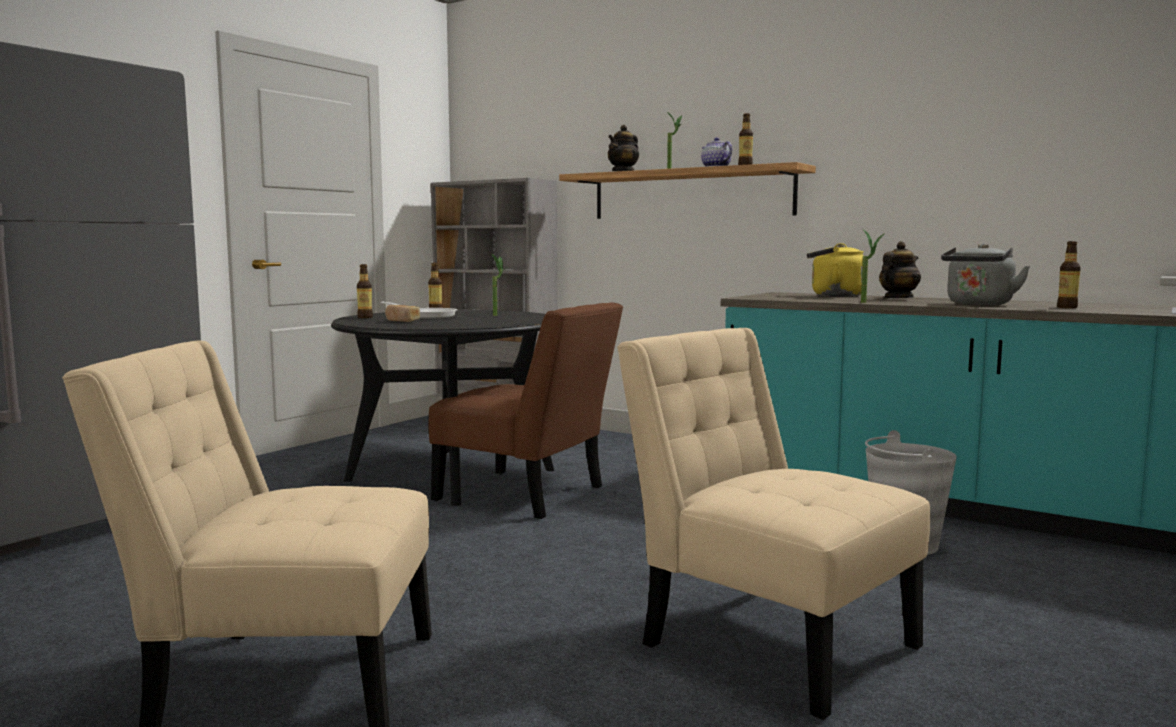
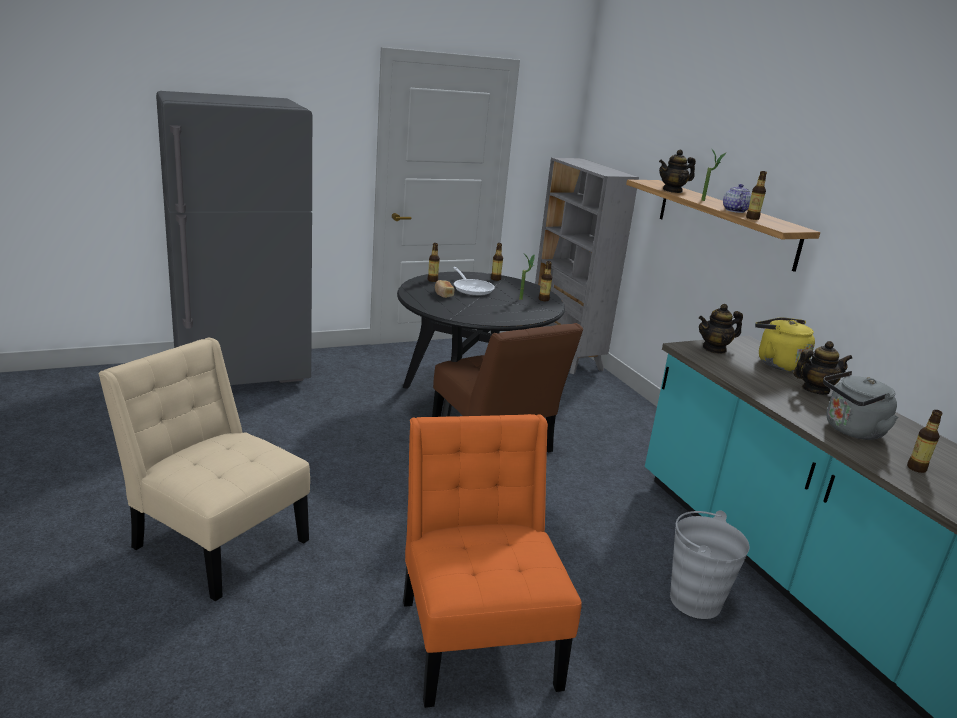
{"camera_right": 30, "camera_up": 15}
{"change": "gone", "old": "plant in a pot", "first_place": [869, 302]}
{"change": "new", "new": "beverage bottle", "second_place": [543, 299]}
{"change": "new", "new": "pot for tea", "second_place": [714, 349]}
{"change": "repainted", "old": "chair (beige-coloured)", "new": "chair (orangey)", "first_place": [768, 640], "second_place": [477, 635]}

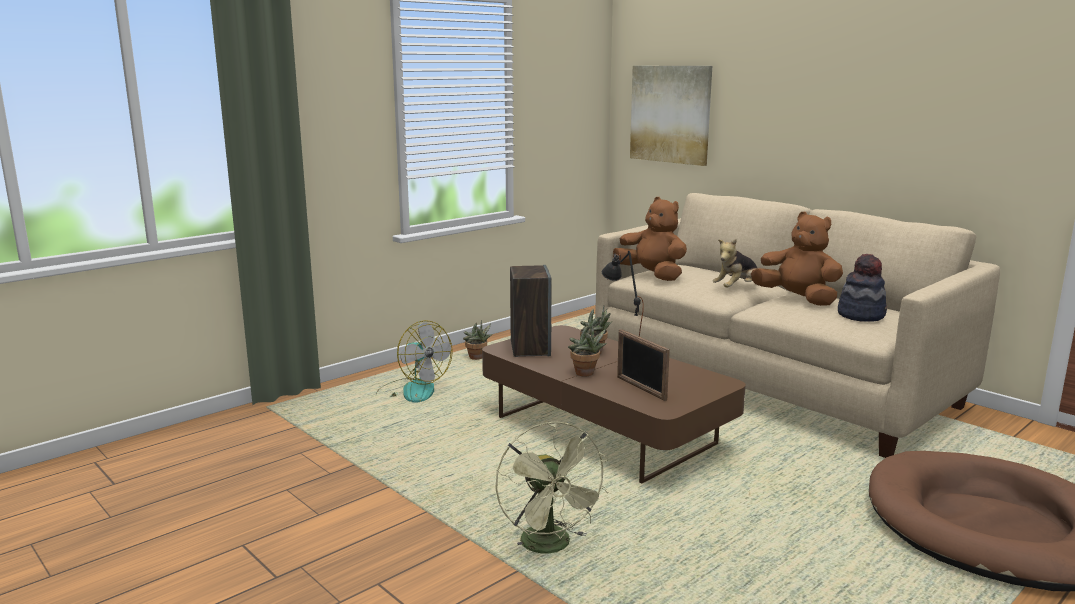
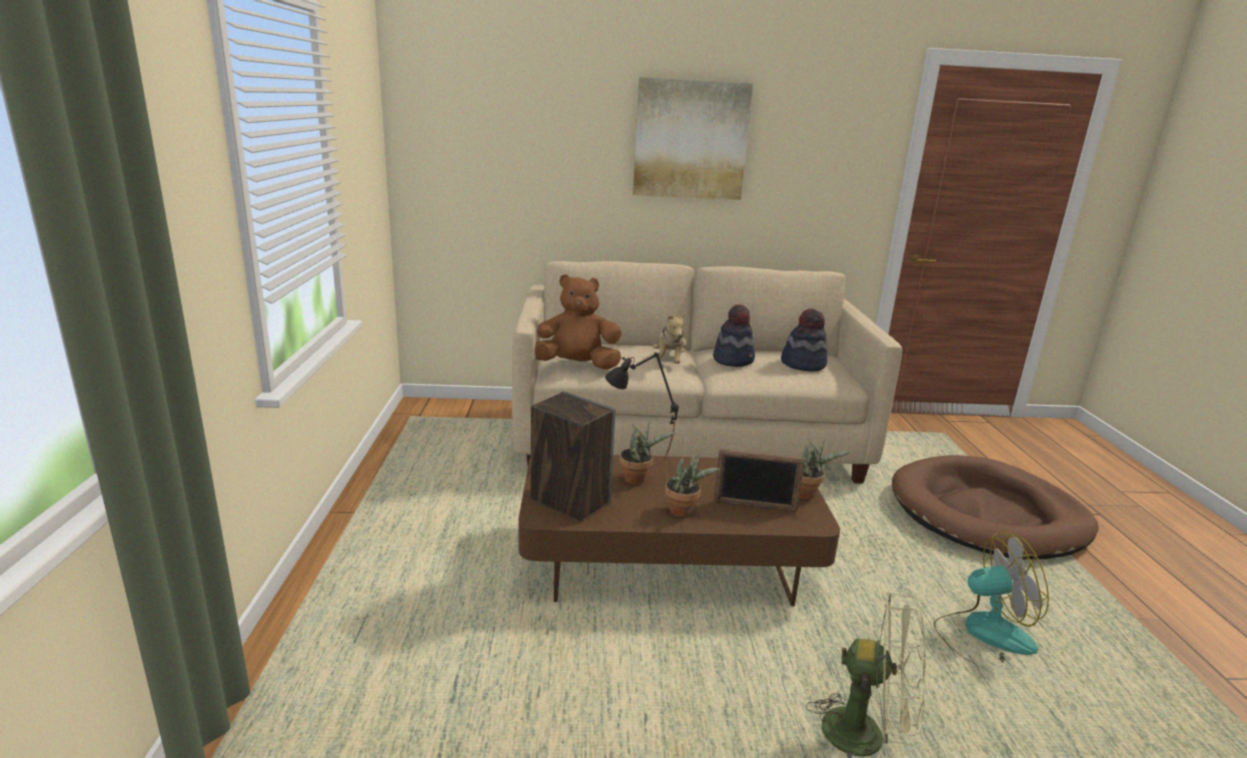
{"camera_right": -50, "camera_up": 5}
{"change": "shifted", "old": "electric fan", "first_place": [412, 390], "second_place": [983, 635]}
{"change": "shifted", "old": "plant in a pot", "first_place": [477, 358], "second_place": [807, 494]}
{"change": "shifted", "old": "wall picture", "first_place": [670, 114], "second_place": [690, 140]}
{"change": "swapped", "old": "soft toy (brown-coloured)", "new": "hat", "first_place": [797, 299], "second_place": [733, 360]}

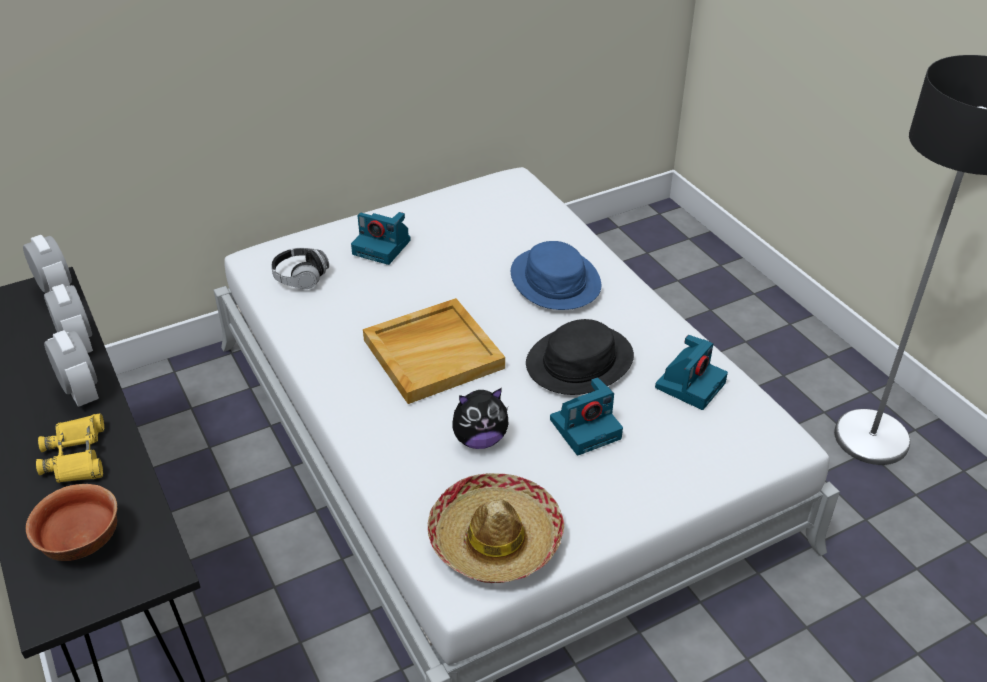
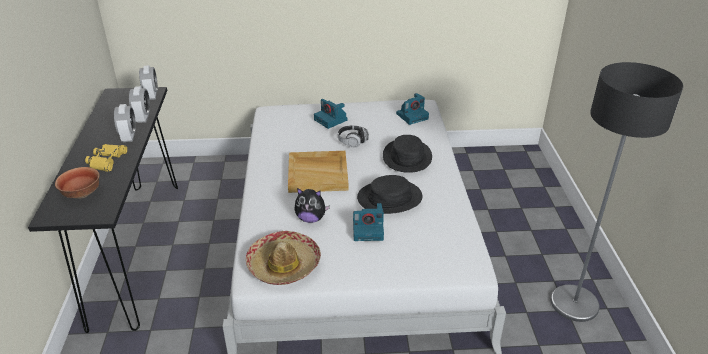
{"camera_right": 25, "camera_up": -5}
{"change": "shifted", "old": "pair of headphones", "first_place": [300, 277], "second_place": [352, 141]}
{"change": "shifted", "old": "photo camera", "first_place": [690, 384], "second_place": [412, 116]}
{"change": "repainted", "old": "hat (bluish)", "new": "hat (black)", "first_place": [555, 280], "second_place": [407, 157]}

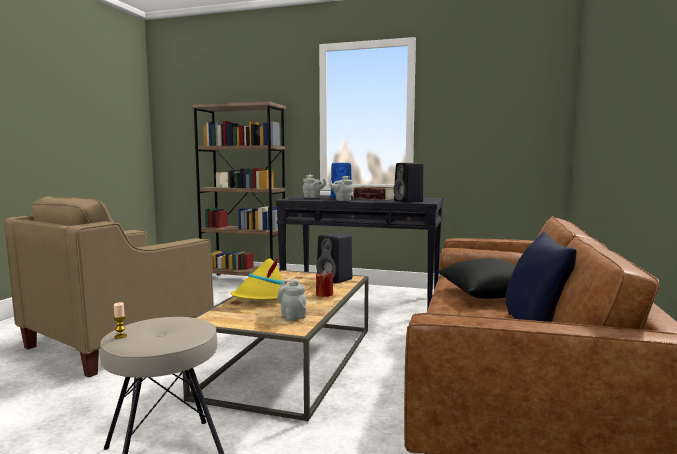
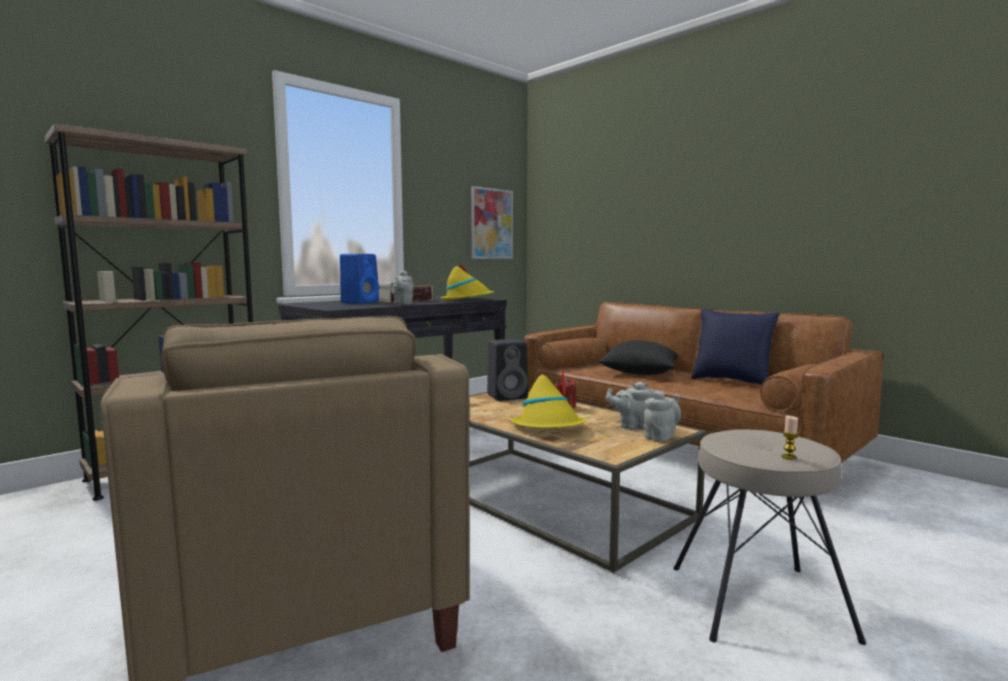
{"camera_right": -60, "camera_up": 0}
{"change": "new", "new": "wall picture", "second_place": [491, 224]}
{"change": "shifted", "old": "pot for tea (gray)", "first_place": [313, 197], "second_place": [661, 437]}
{"change": "swapped", "old": "loudspeaker (black)", "new": "hat (yellow)", "first_place": [409, 201], "second_place": [467, 299]}

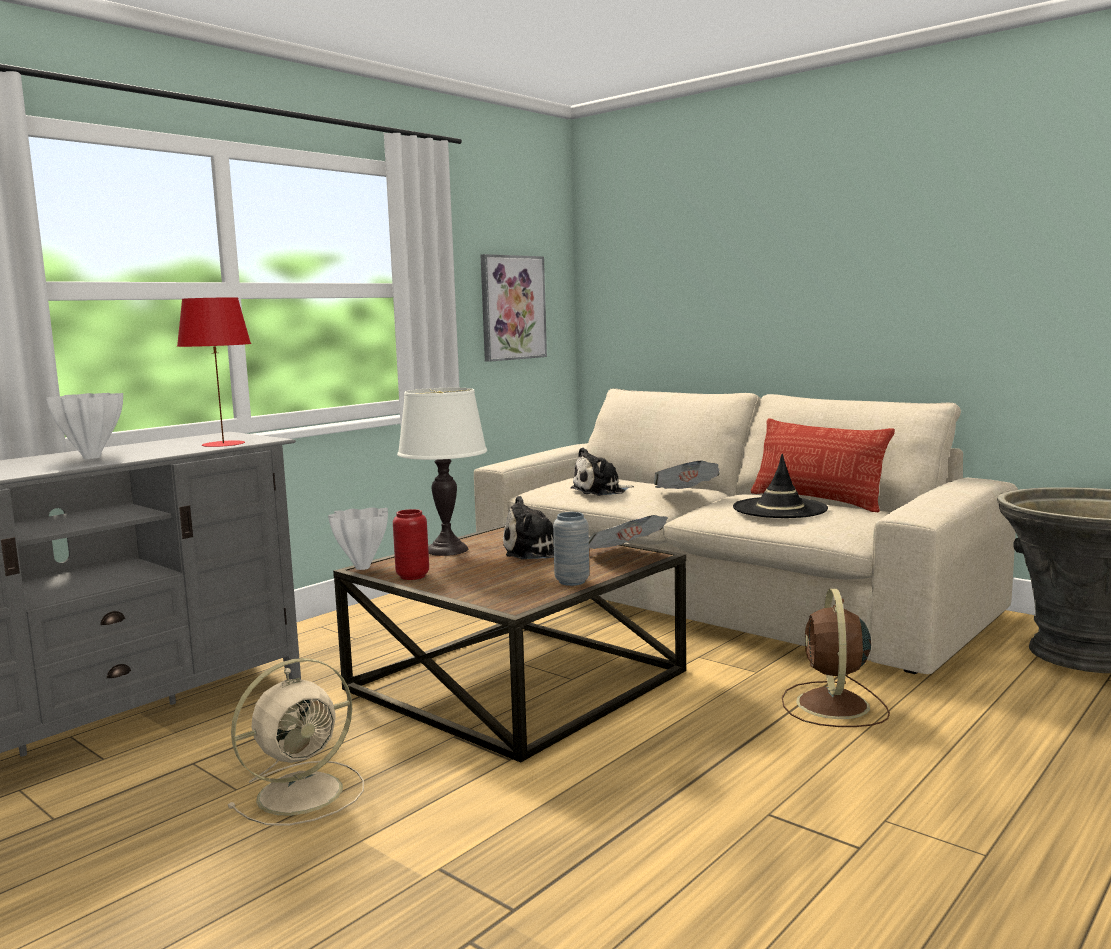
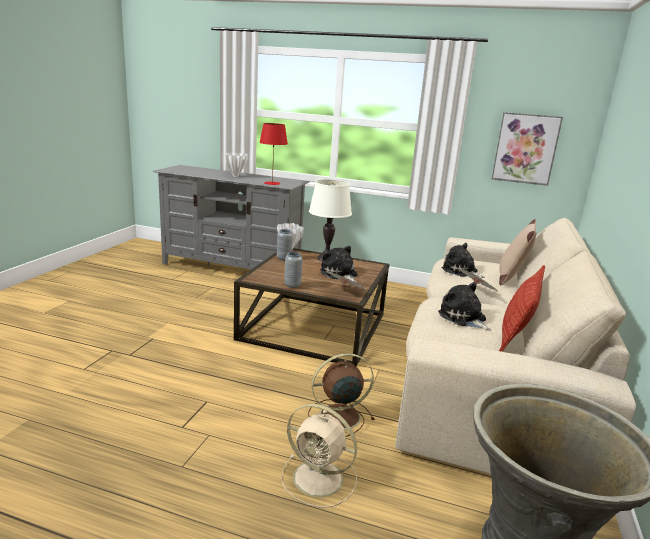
{"camera_right": 65, "camera_up": 10}
{"change": "new", "new": "throw pillow (beige-coloured)", "second_place": [511, 278]}
{"change": "shifted", "old": "electric fan (beige-coloured)", "first_place": [303, 792], "second_place": [320, 479]}
{"change": "swapped", "old": "hat (black)", "new": "soft toy", "first_place": [779, 509], "second_place": [463, 318]}
{"change": "repainted", "old": "vase (red-coloured)", "new": "vase (gray)", "first_place": [412, 576], "second_place": [284, 258]}

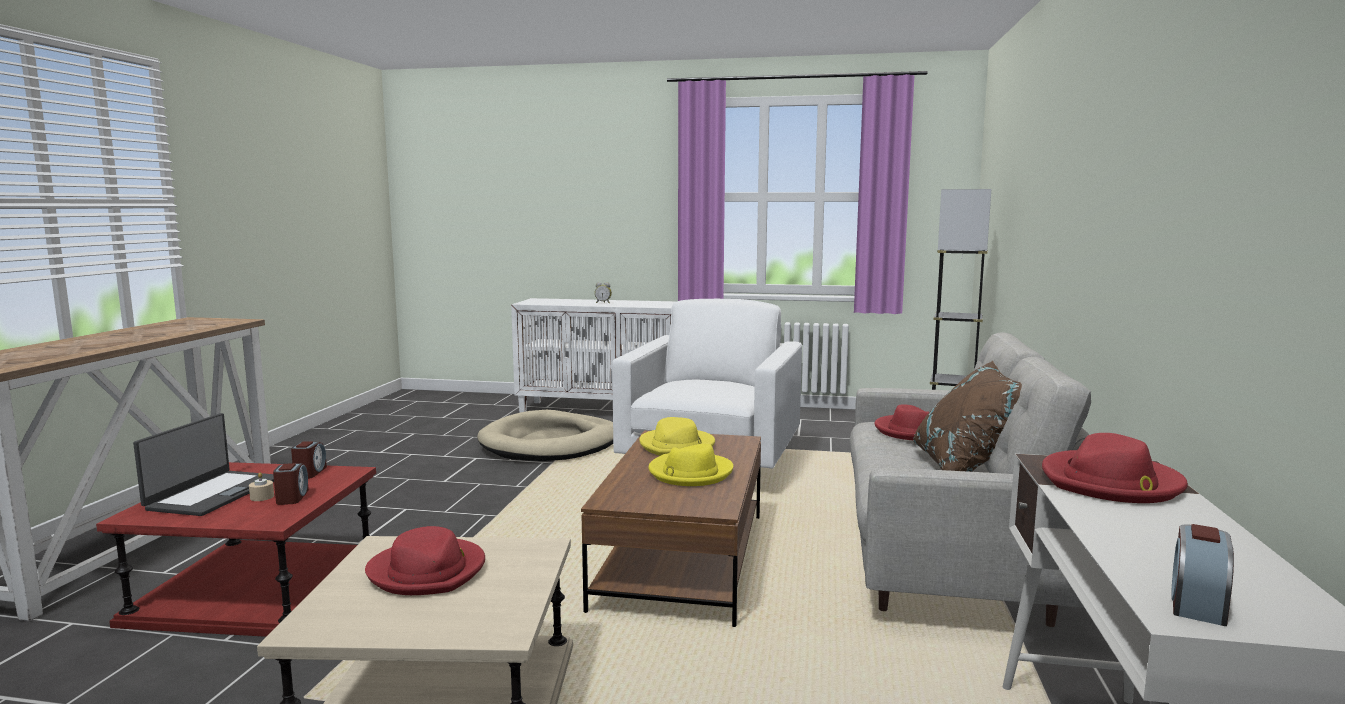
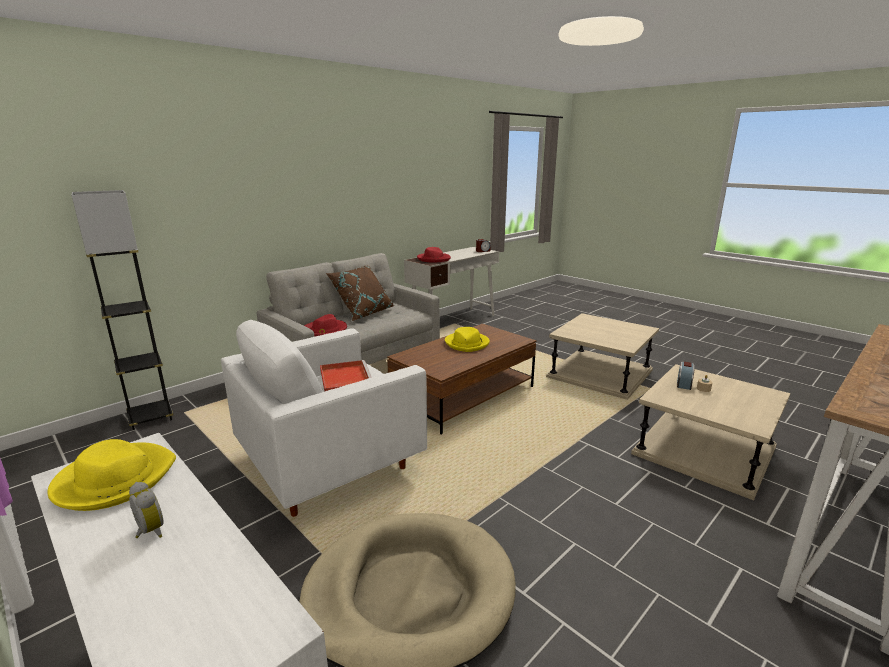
{"camera_right": -145, "camera_up": 10}
{"change": "gone", "old": "portable computer", "first_place": [213, 493]}
{"change": "gone", "old": "table clock", "first_place": [310, 473]}
{"change": "gone", "old": "hat (red-coloured)", "first_place": [428, 571]}
{"change": "new", "new": "tray (red-coloured)", "second_place": [345, 380]}
{"change": "shifted", "old": "hat (yellow)", "first_place": [677, 446], "second_place": [115, 479]}
{"change": "repainted", "old": "accent table (red-coloured)", "new": "accent table (beige-coloured)", "first_place": [258, 587], "second_place": [704, 450]}

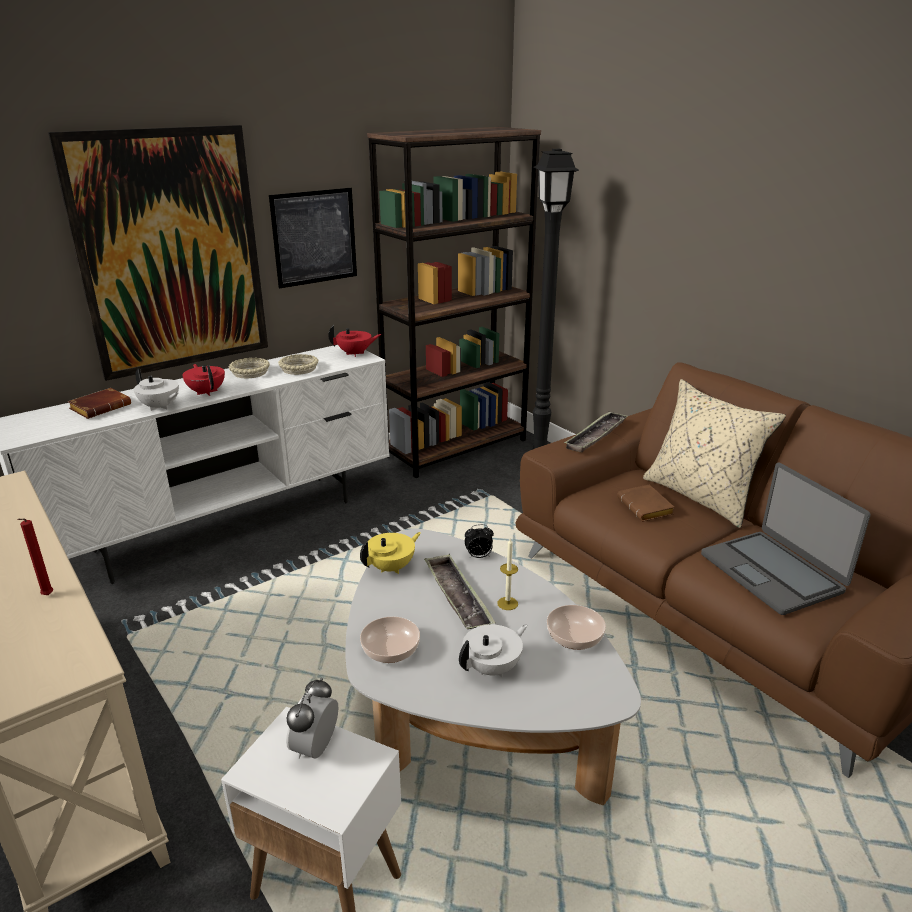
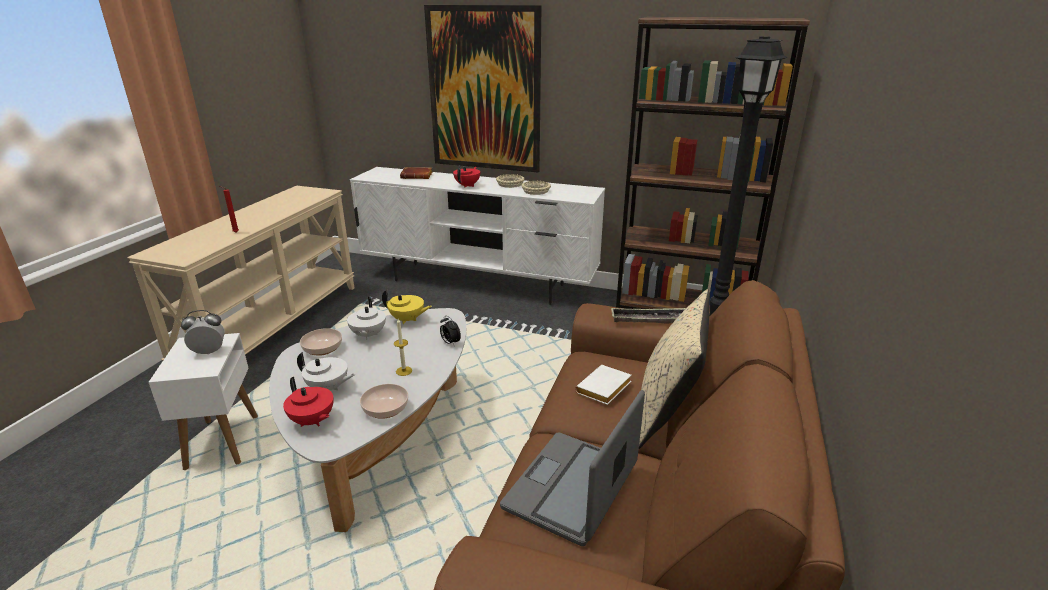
{"camera_right": 55, "camera_up": 0}
{"change": "gone", "old": "wall picture", "first_place": [314, 237]}
{"change": "gone", "old": "tray", "first_place": [457, 597]}
{"change": "shifted", "old": "pot for tea (white-coloured)", "first_place": [160, 407], "second_place": [368, 335]}
{"change": "shifted", "old": "pot for tea (red-coloured)", "first_place": [355, 354], "second_place": [312, 421]}
{"change": "repainted", "old": "bound book (brown-coloured)", "new": "bound book (white-coloured)", "first_place": [647, 508], "second_place": [604, 390]}

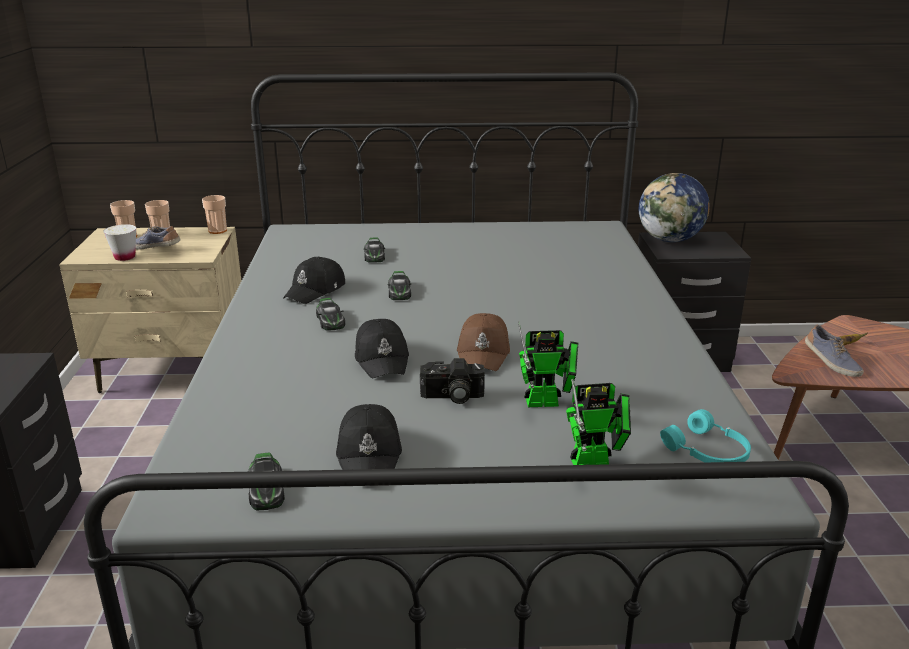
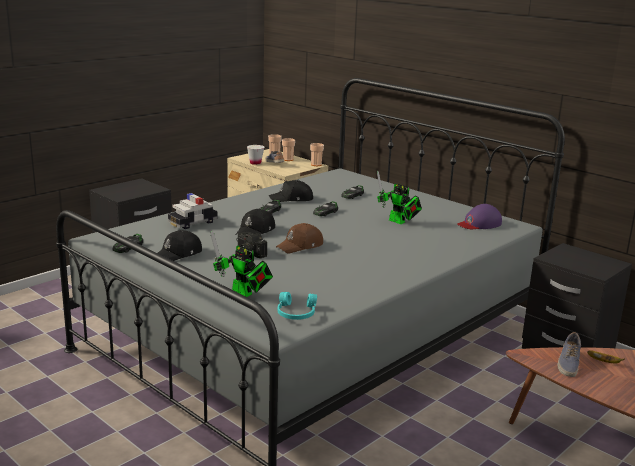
{"camera_right": 45, "camera_up": -5}
{"change": "gone", "old": "desk globe", "first_place": [670, 240]}
{"change": "new", "new": "miniature car", "second_place": [192, 222]}
{"change": "new", "new": "baseball cap (purplish)", "second_place": [479, 224]}
{"change": "shifted", "old": "model robot", "first_place": [547, 402], "second_place": [399, 222]}

